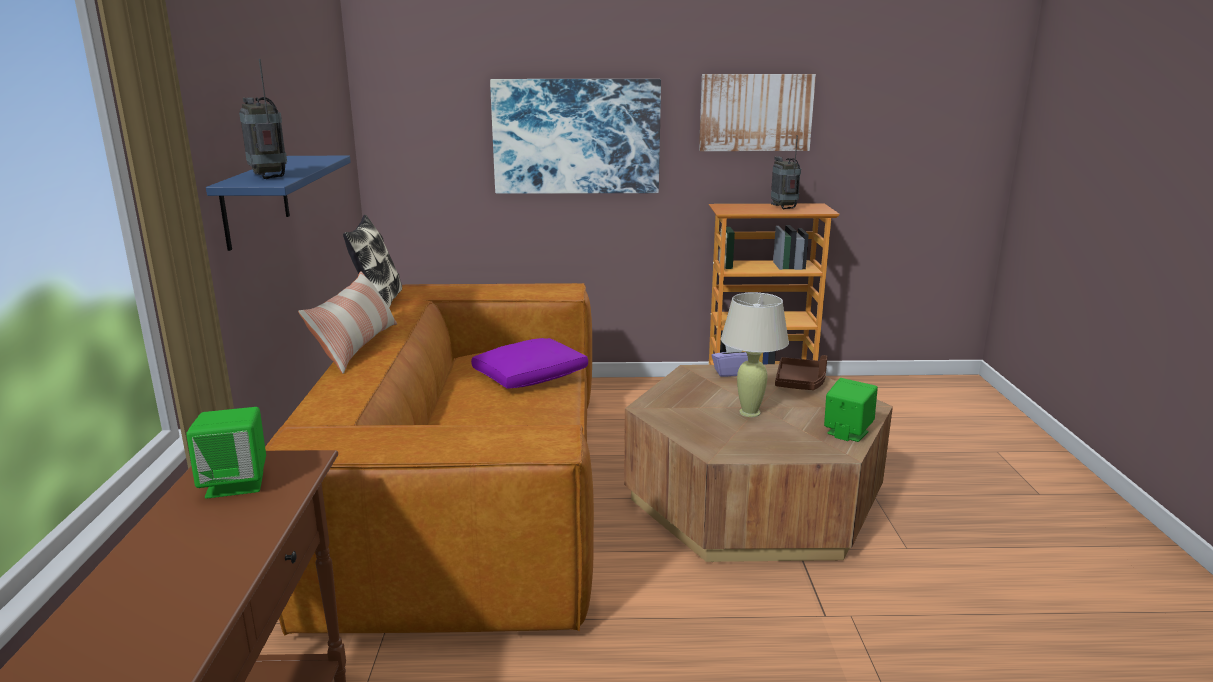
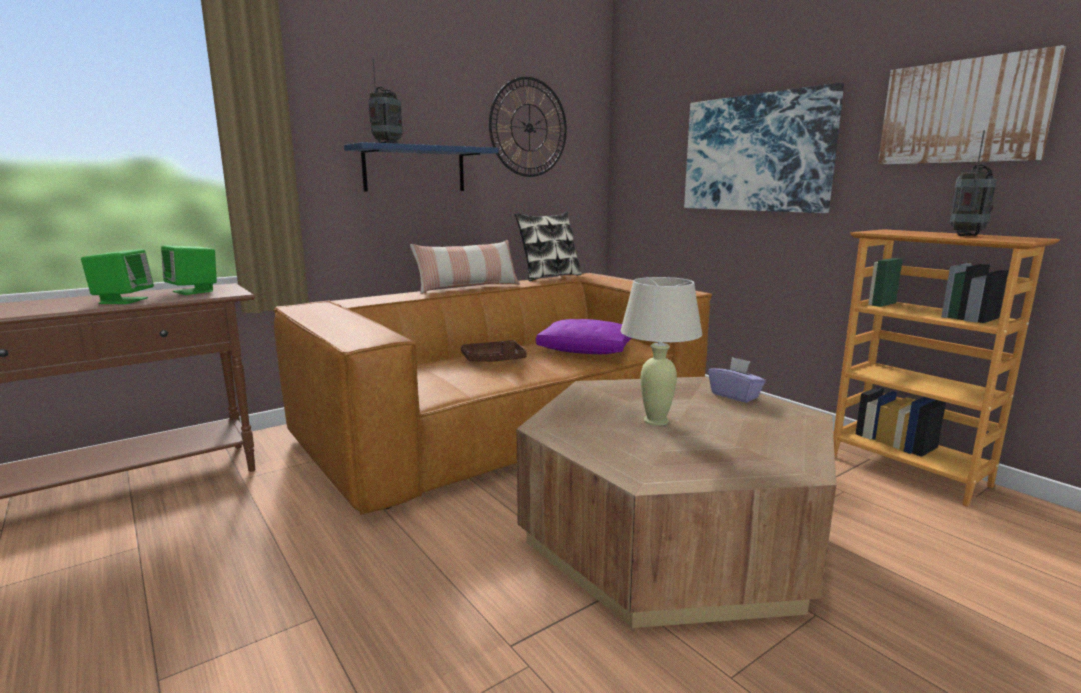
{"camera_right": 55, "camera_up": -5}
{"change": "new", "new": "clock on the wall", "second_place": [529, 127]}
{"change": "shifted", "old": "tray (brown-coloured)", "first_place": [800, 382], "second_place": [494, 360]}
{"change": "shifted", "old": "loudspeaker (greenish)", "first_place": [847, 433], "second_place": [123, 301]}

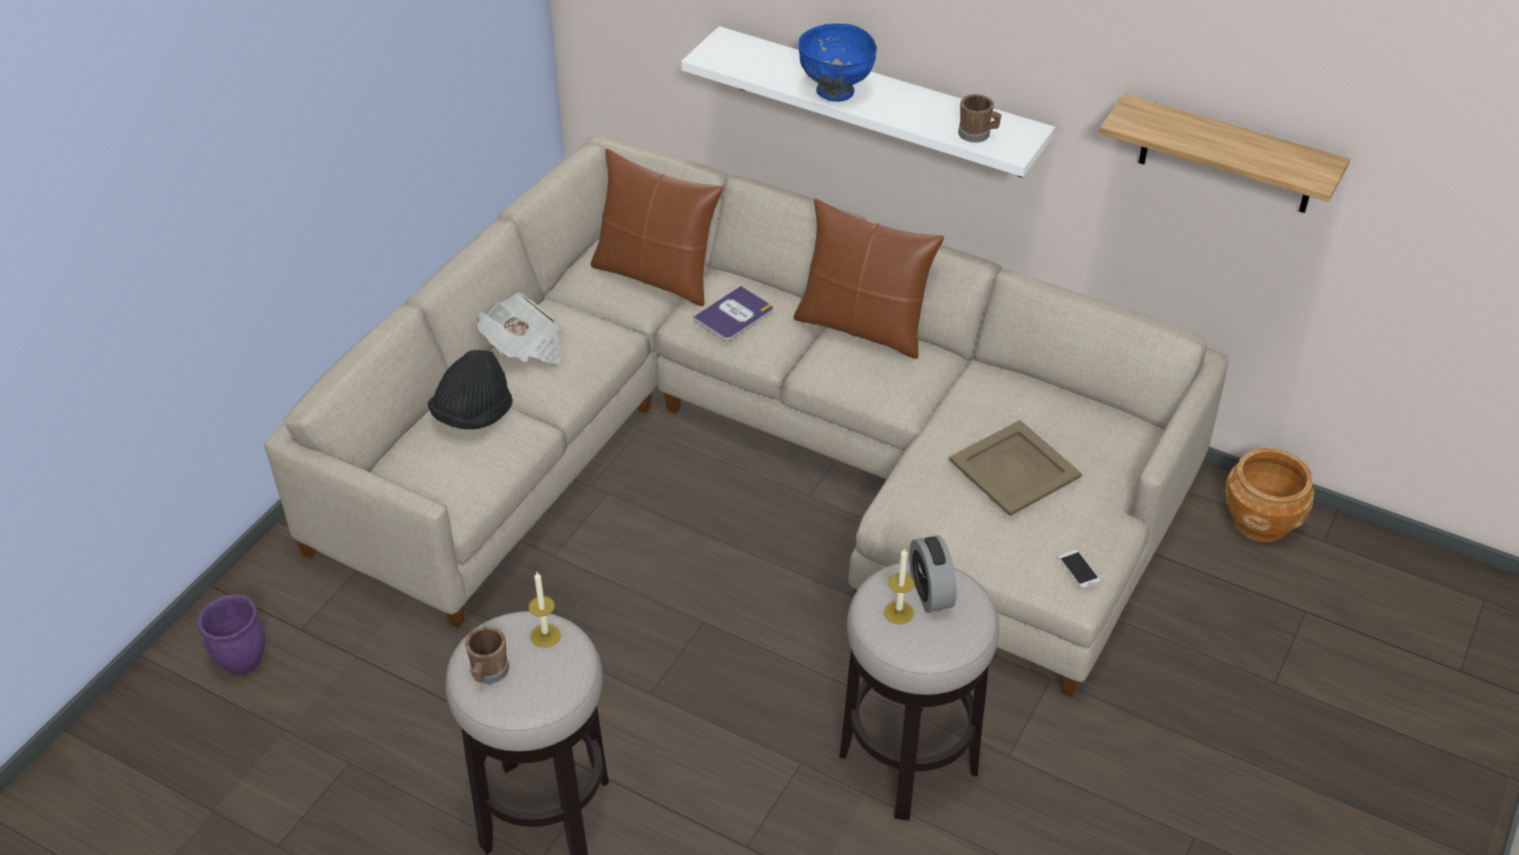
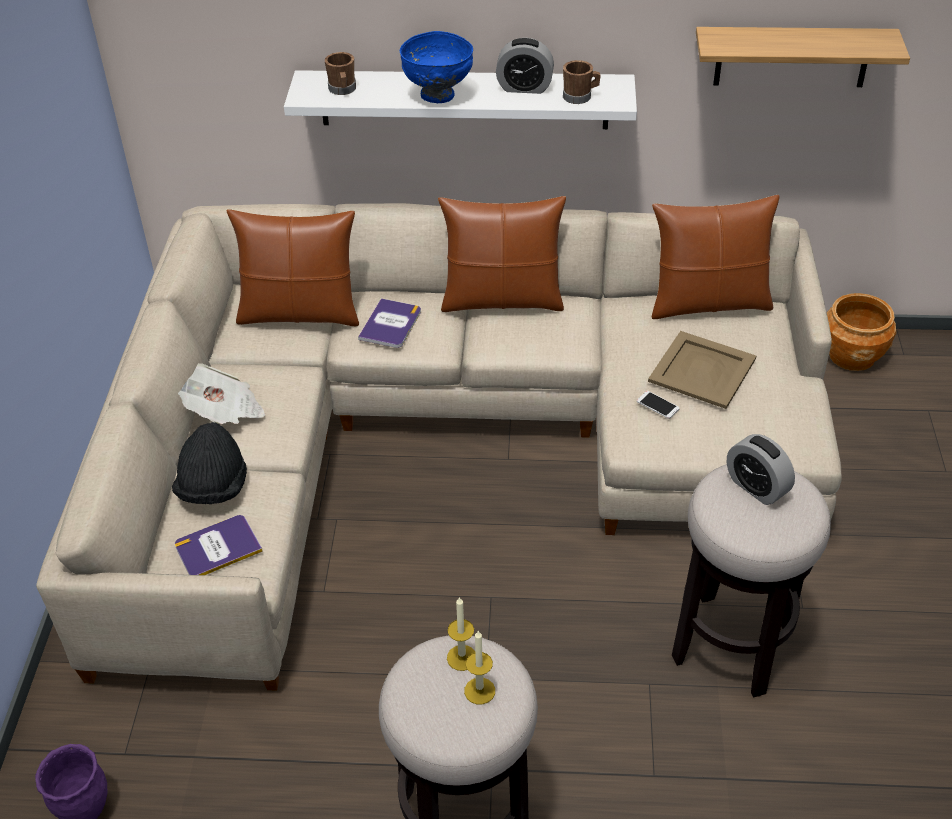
{"camera_right": -25, "camera_up": 0}
{"change": "new", "new": "bound book", "second_place": [218, 547]}
{"change": "new", "new": "table clock", "second_place": [524, 87]}
{"change": "new", "new": "throw pillow (brown-coloured)", "second_place": [708, 303]}
{"change": "shifted", "old": "coffee mug (brown-coloured)", "first_place": [488, 673], "second_place": [342, 90]}
{"change": "shifted", "old": "wax light", "first_place": [898, 612], "second_place": [479, 691]}
{"change": "shifted", "old": "handset", "first_place": [1079, 569], "second_place": [657, 405]}

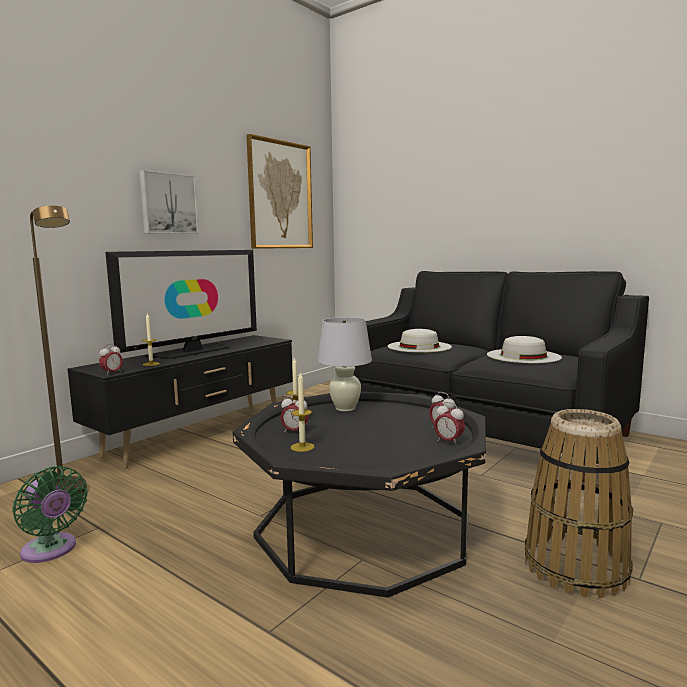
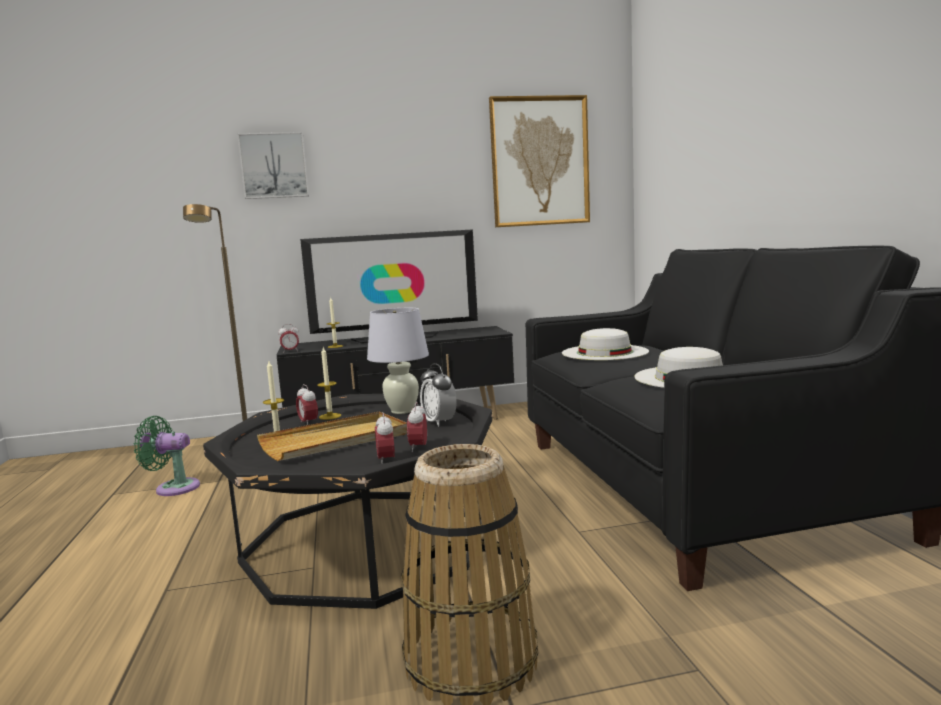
{"camera_right": 40, "camera_up": 0}
{"change": "new", "new": "tray (beige-coloured)", "second_place": [336, 441]}
{"change": "new", "new": "table clock", "second_place": [439, 422]}
{"change": "shifted", "old": "wall picture", "first_place": [168, 203], "second_place": [274, 166]}
{"change": "rotated", "old": "electric fan (greenish)", "first_place": [51, 550], "second_place": [173, 488], "degrees": 105}

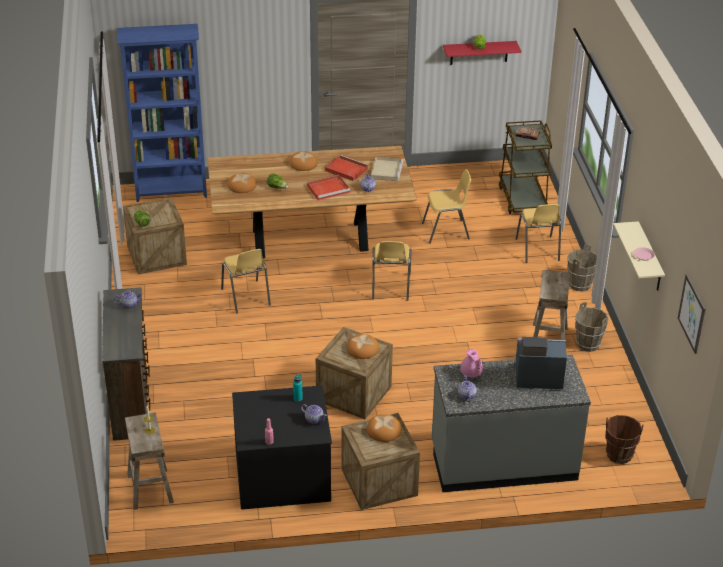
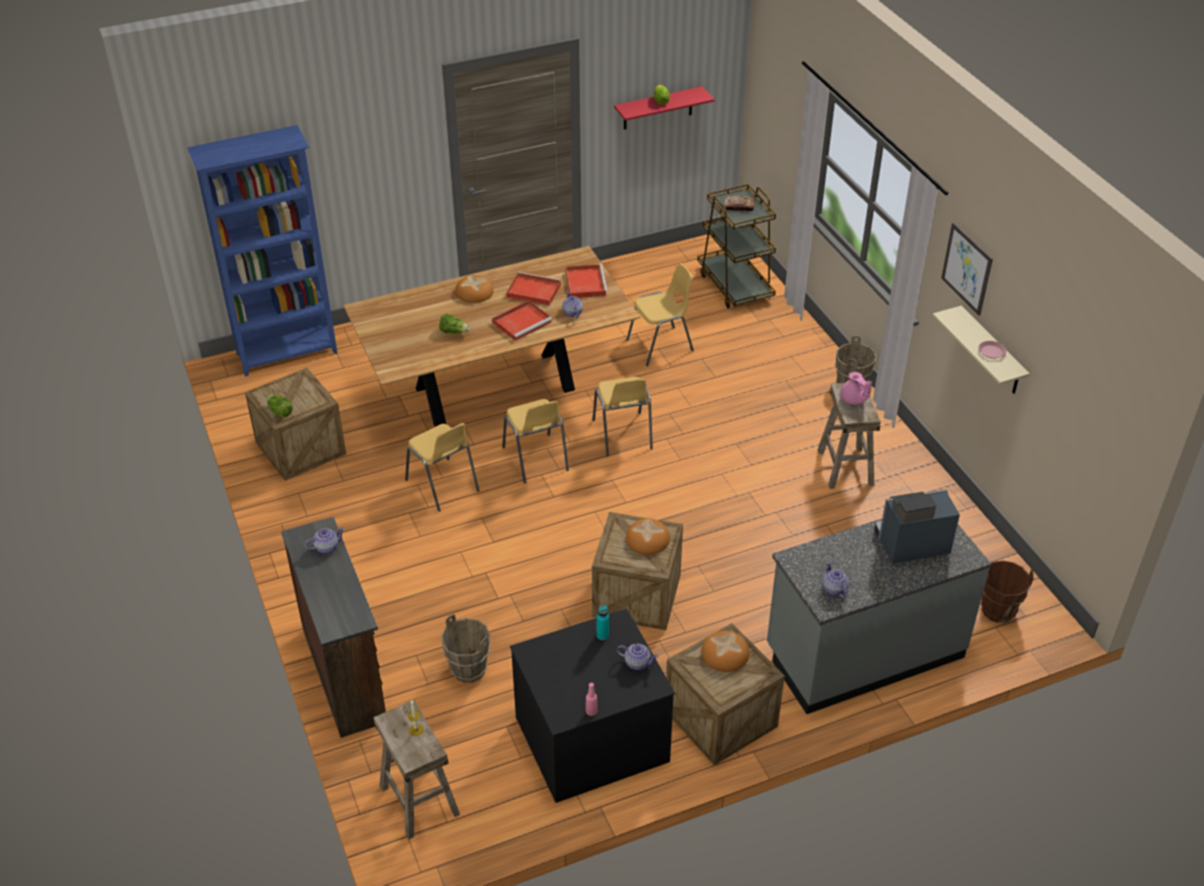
{"camera_right": -15, "camera_up": 5}
{"change": "gone", "old": "baked bread", "first_place": [242, 186]}
{"change": "shifted", "old": "pot for tea (pink)", "first_place": [471, 373], "second_place": [854, 400]}
{"change": "shifted", "old": "chair (yellow)", "first_place": [537, 250], "second_place": [536, 459]}
{"change": "shifted", "old": "bucket (brown-coloured)", "first_place": [588, 344], "second_place": [468, 670]}
{"change": "shifted", "old": "wall picture", "first_place": [691, 313], "second_place": [967, 268]}
{"change": "repainted", "old": "tray (beige-coloured)", "new": "tray (red-coloured)", "first_place": [386, 170], "second_place": [585, 283]}

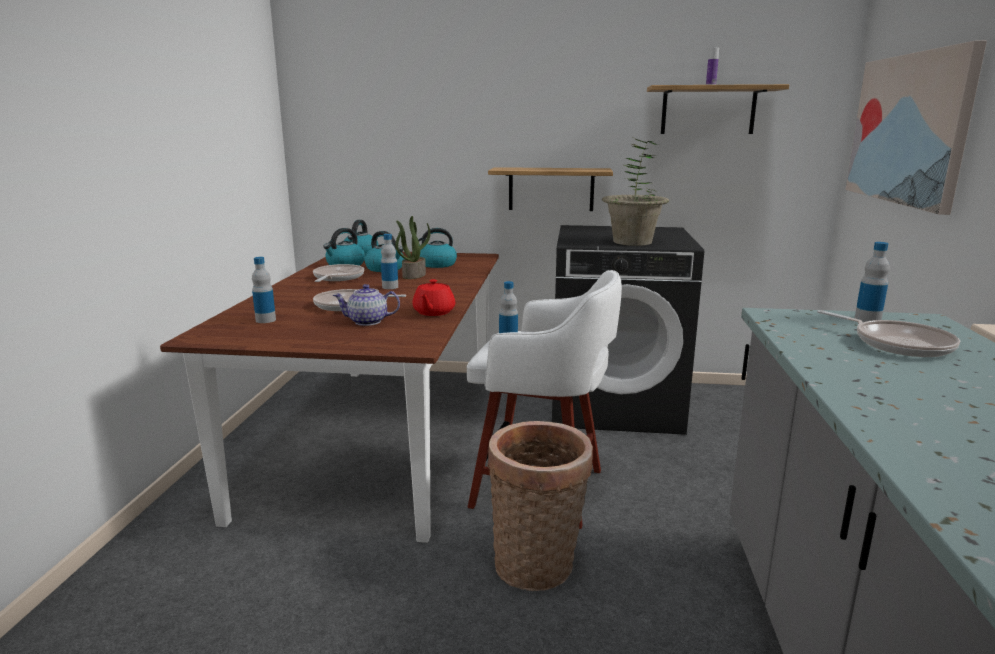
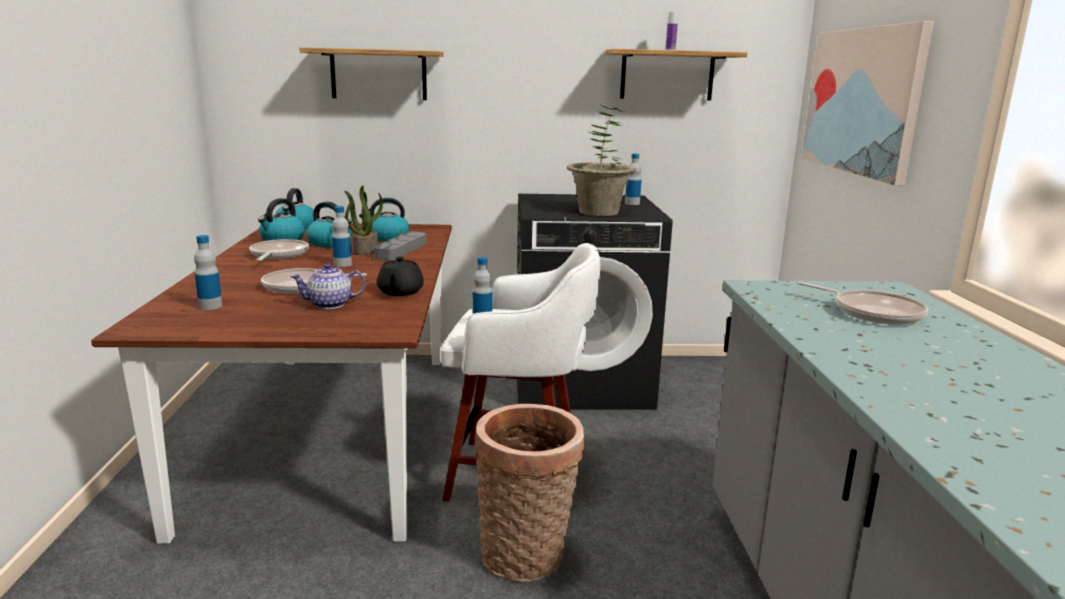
{"camera_right": -10, "camera_up": 0}
{"change": "new", "new": "tray (gray)", "second_place": [401, 250]}
{"change": "shifted", "old": "wall shelf", "first_place": [551, 189], "second_place": [378, 75]}
{"change": "shifted", "old": "beverage bottle", "first_place": [867, 319], "second_place": [632, 203]}
{"change": "repainted", "old": "pot for tea (red-coloured)", "new": "pot for tea (black)", "first_place": [433, 312], "second_place": [400, 292]}

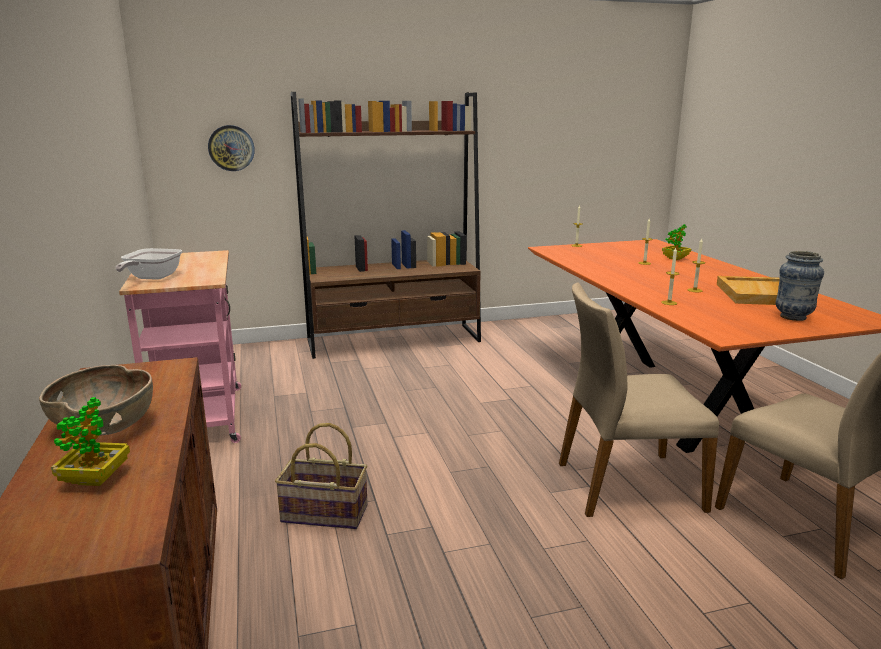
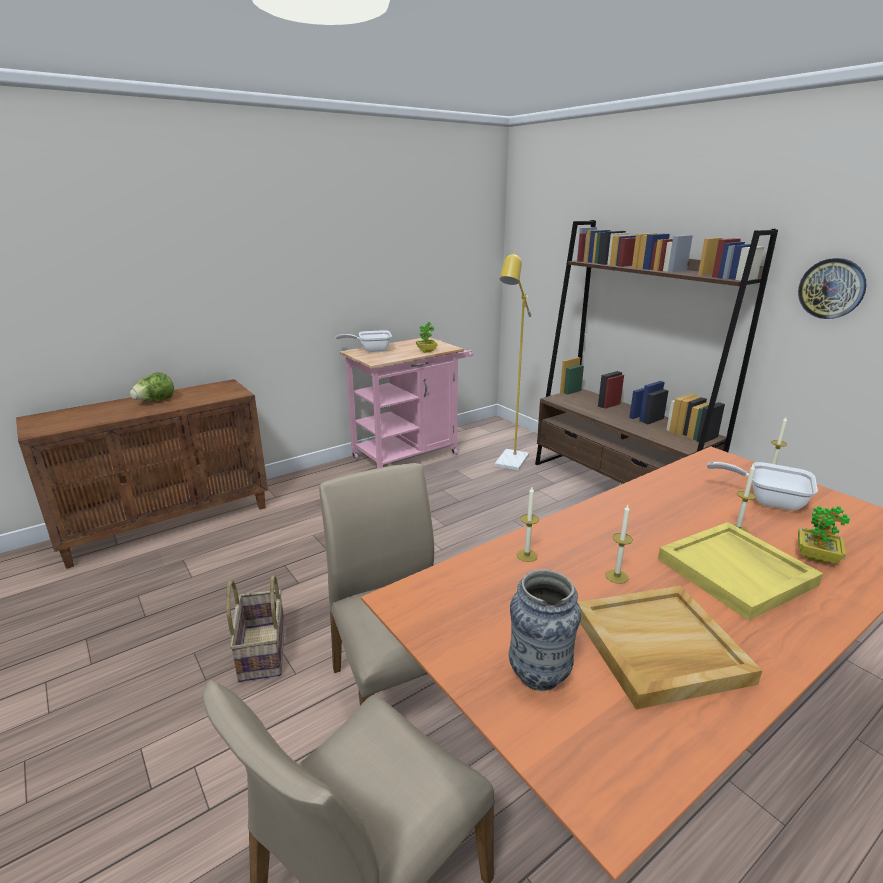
{"camera_right": 70, "camera_up": 5}
{"change": "new", "new": "standing lamp (yellow)", "second_place": [509, 464]}
{"change": "new", "new": "tray (yellow)", "second_place": [737, 572]}
{"change": "new", "new": "frying pan", "second_place": [767, 500]}
{"change": "shifted", "old": "plant in a pot", "first_place": [95, 479], "second_place": [426, 351]}
{"change": "shifted", "old": "clock on the wall", "first_place": [231, 148], "second_place": [831, 288]}
{"change": "shifted", "old": "storage basket", "first_place": [323, 514], "second_place": [261, 651]}
{"change": "swapped", "old": "serving bowl (brown-coloured)", "new": "head of lettuce", "first_place": [106, 426], "second_place": [155, 401]}

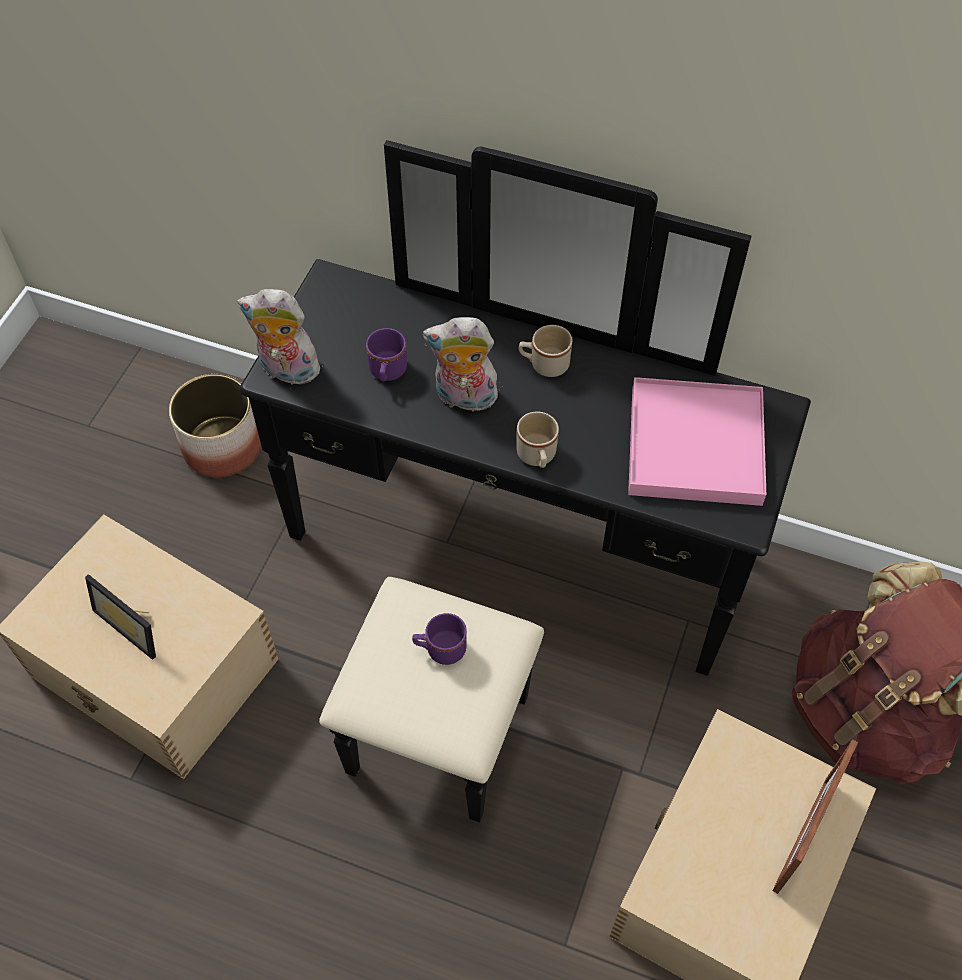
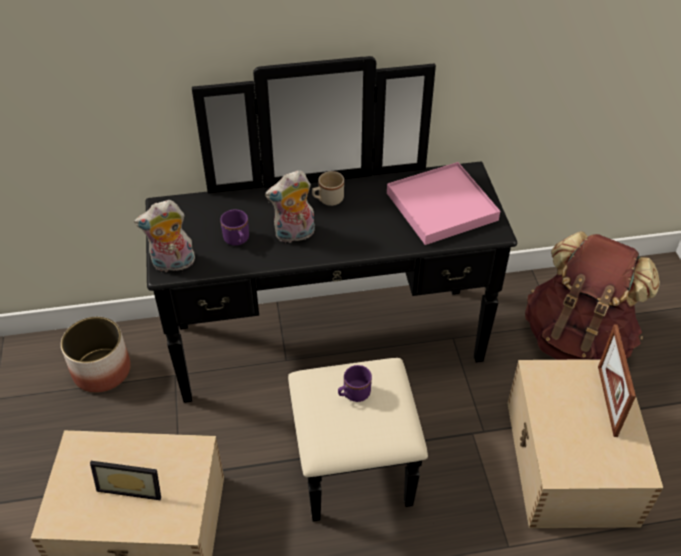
{"camera_right": -30, "camera_up": -10}
{"change": "gone", "old": "coffee mug (beige-coloured)", "first_place": [537, 457]}

